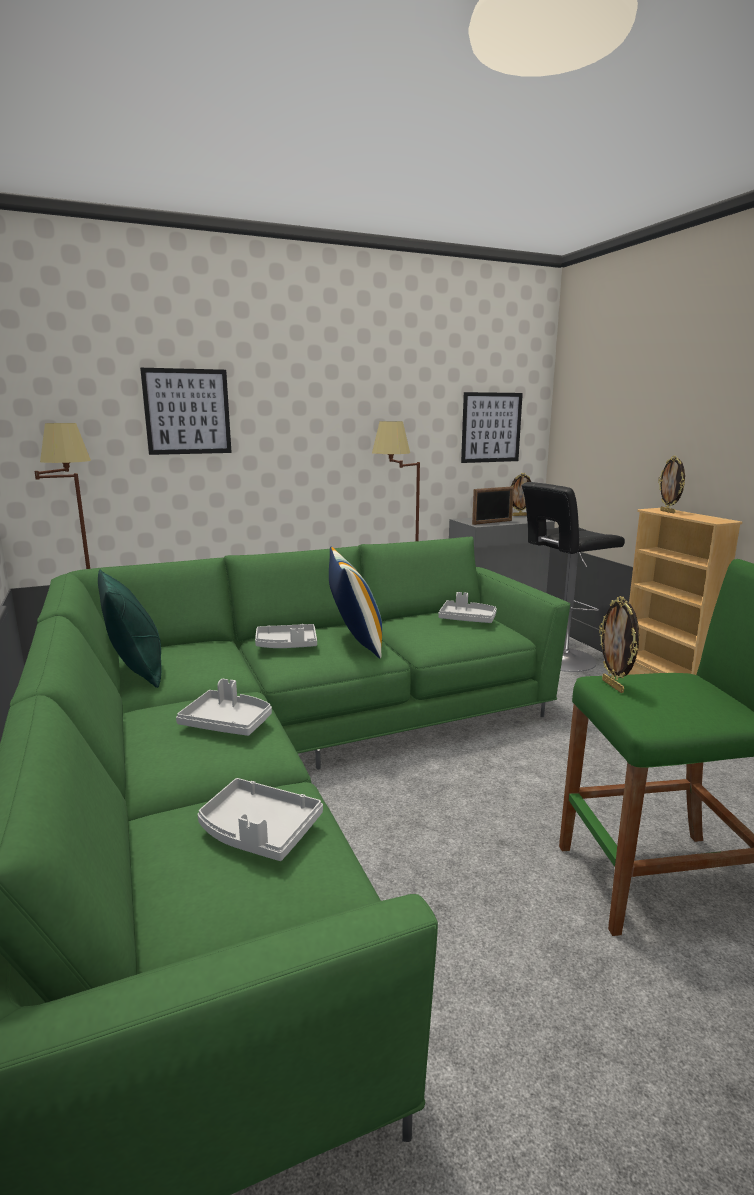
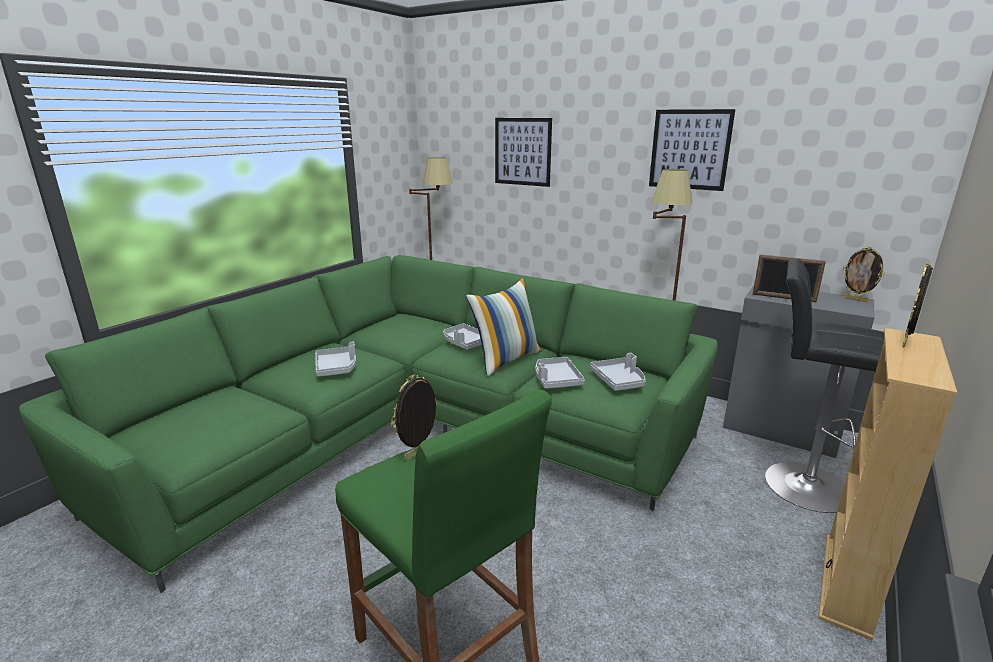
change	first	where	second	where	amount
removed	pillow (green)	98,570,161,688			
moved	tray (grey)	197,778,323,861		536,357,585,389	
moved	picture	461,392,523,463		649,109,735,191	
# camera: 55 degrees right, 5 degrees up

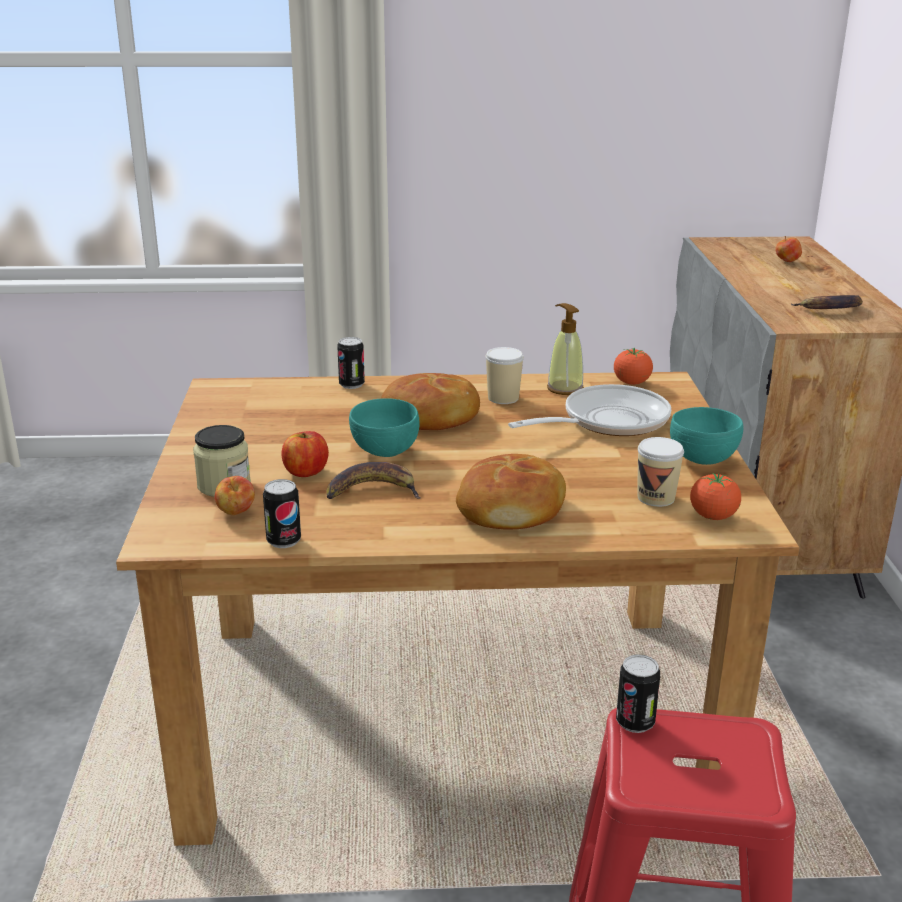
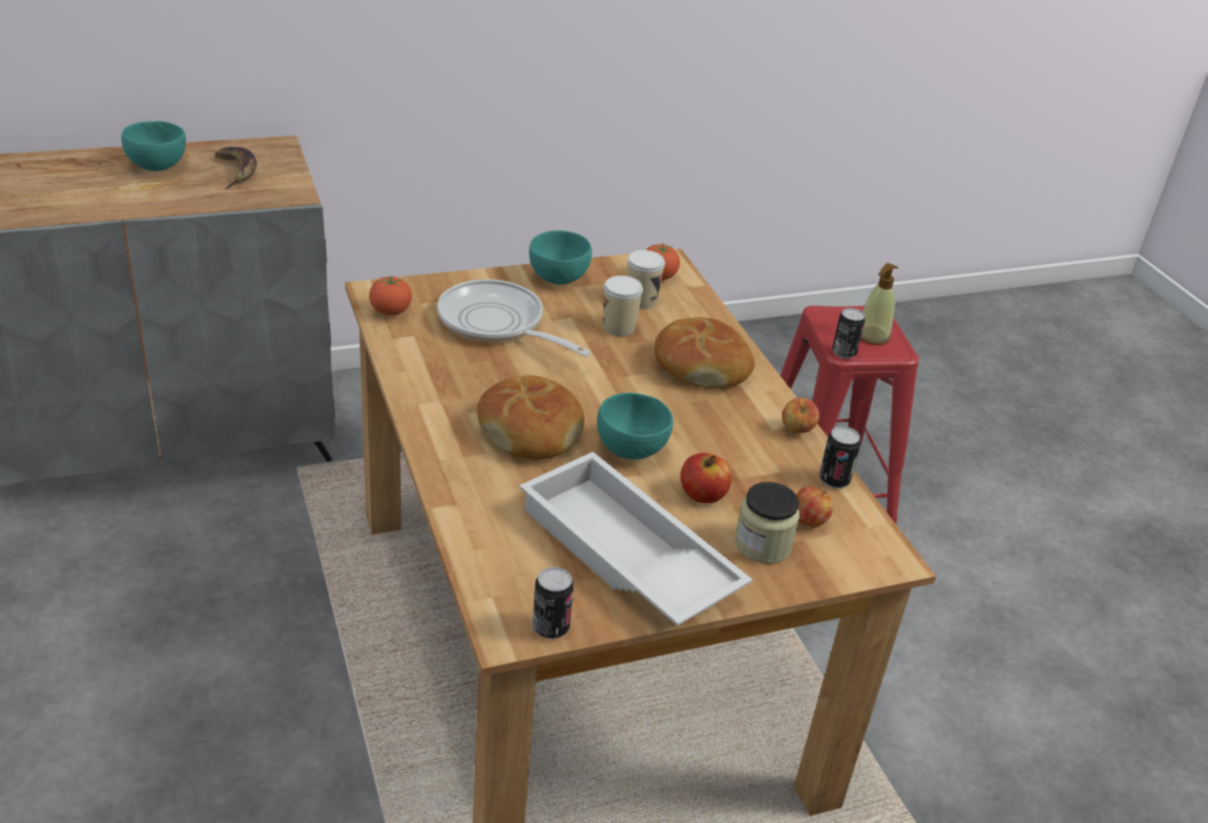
change	first	where	second	where	amount
removed	banana	326,462,421,499			
added			bowl (turquoise)	121,121,186,171	
added			tray (white)	519,452,753,626	
moved	can	337,337,365,389		532,567,574,639	
moved	cup	486,347,524,404		603,276,643,336	
moved	soap dispenser	547,303,584,395		861,263,898,345	
moved	apple	775,236,802,262		782,398,819,433	
# camera: 110 degrees left, 10 degrees up

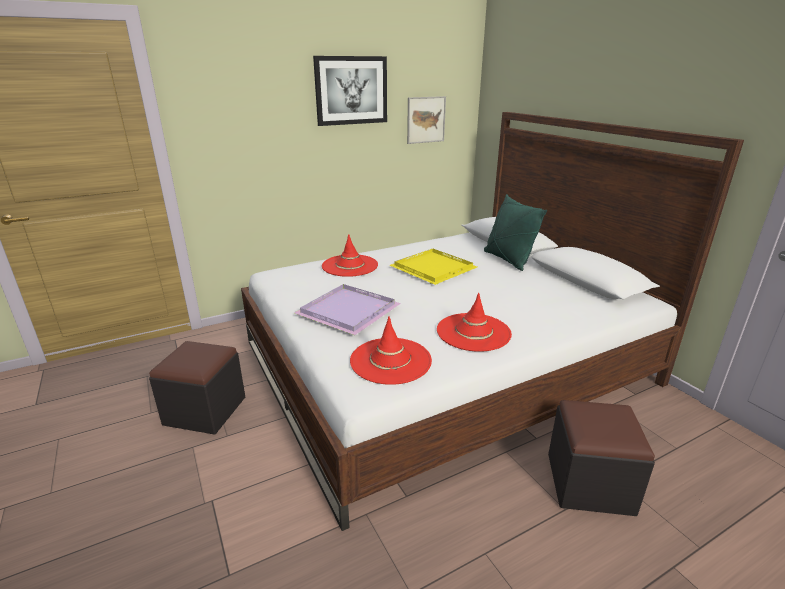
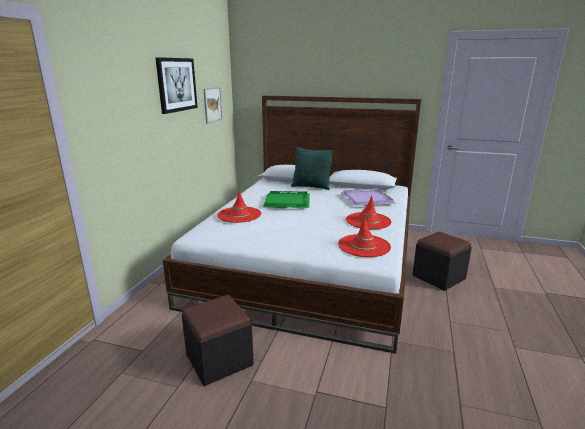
change	first	where	second	where	amount
moved	tray (purple)	294,284,401,335		340,188,396,206	
recoloured	tray (yellow)	390,249,477,285	tray (green)	263,191,310,209	
# camera: 45 degrees left, 5 degrees down

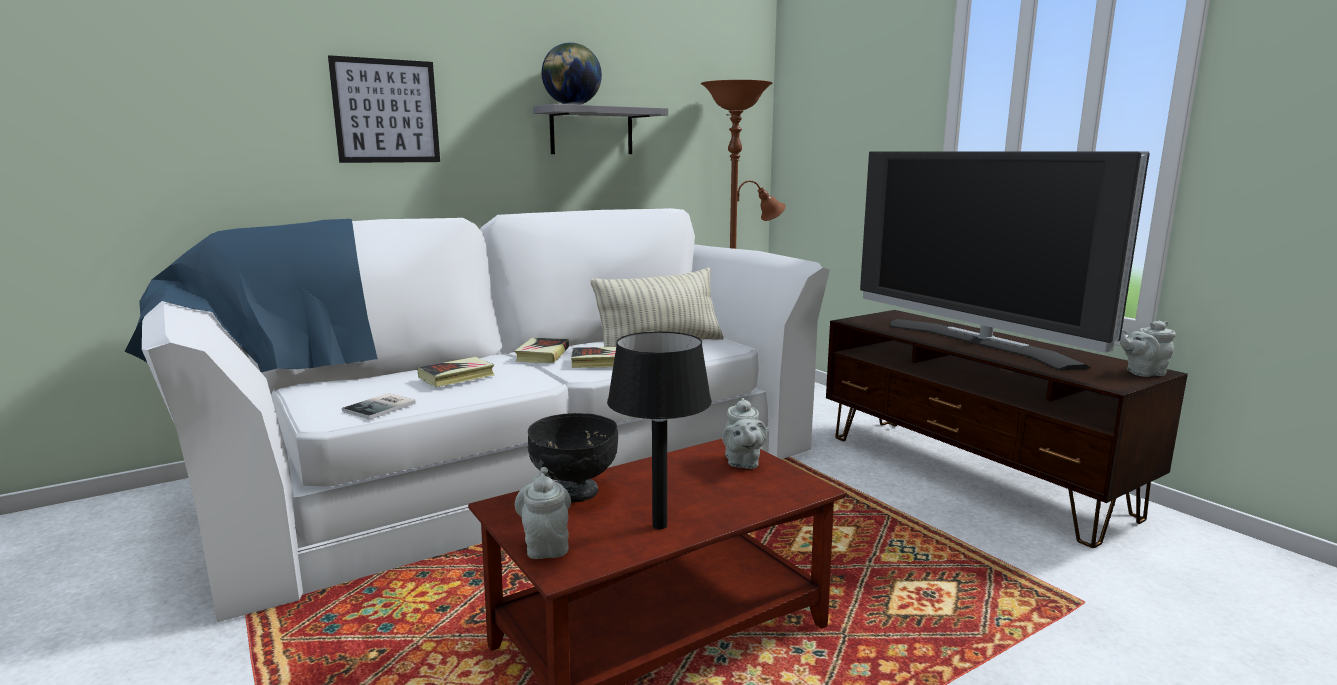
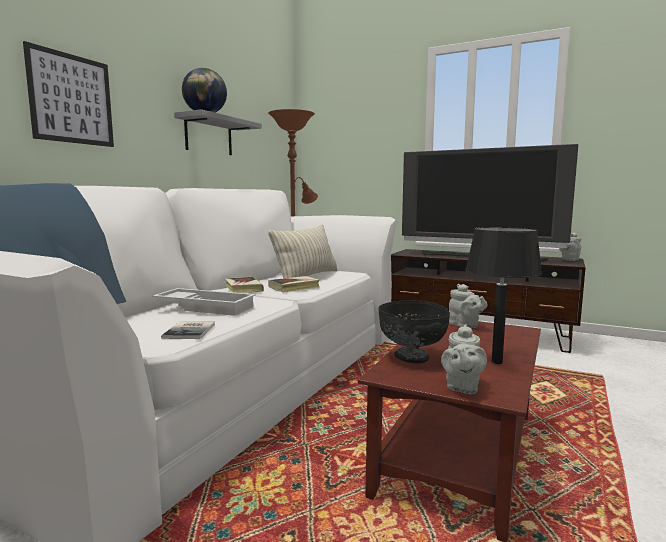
change	first	where	second	where	amount
replaced	book	418,357,495,387	tray (white)	152,288,256,316	
turned	teapot (grey)	515,467,571,559		441,324,487,394	120 degrees counterclockwise
# camera: 30 degrees left, 5 degrees down

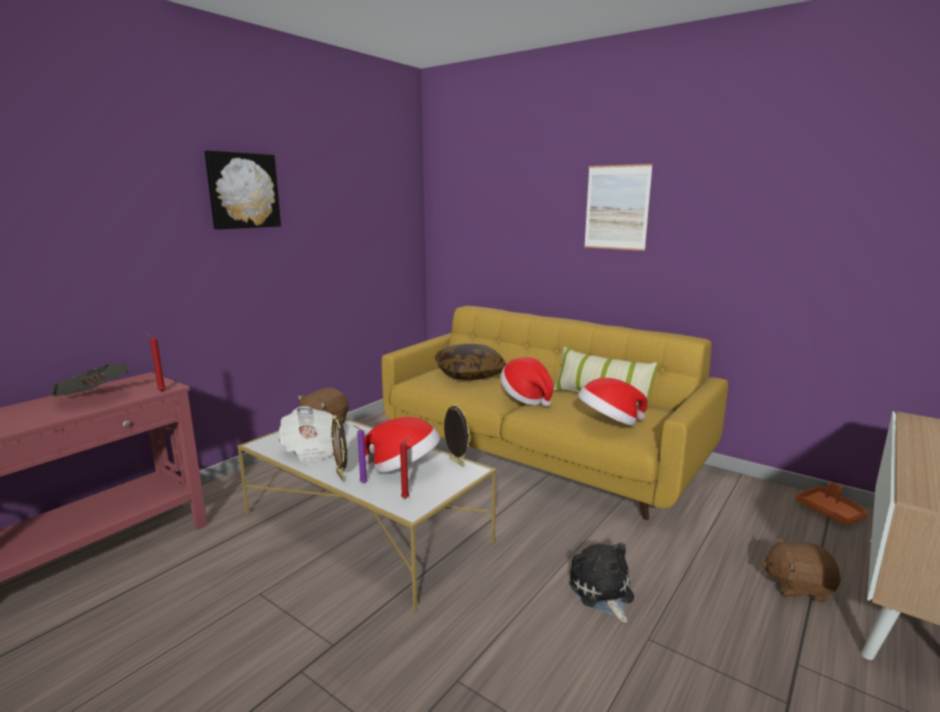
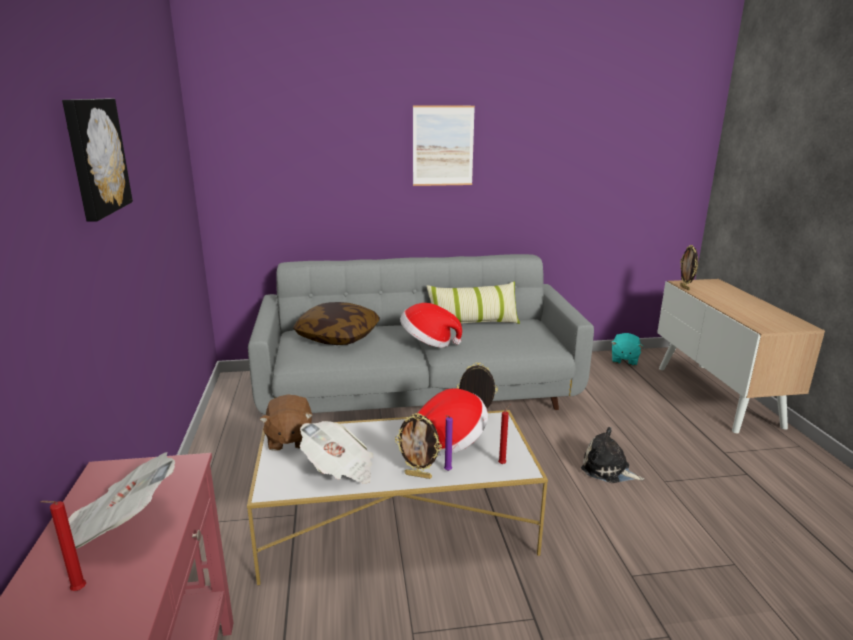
change	first	where	second	where	amount
removed	hat	578,378,648,426			
removed	plush toy (brown)	761,537,841,603			
added			picture frame	680,245,698,291	
moved	candle (red)	146,333,166,391		40,501,86,591	
replaced	tray (orange)	795,482,868,526	plush toy (turquoise)	611,333,644,366	
recoloured	sofa (yellow)	382,306,728,520	sofa (grey)	248,254,594,415	
# camera: 45 degrees left, 5 degrees up

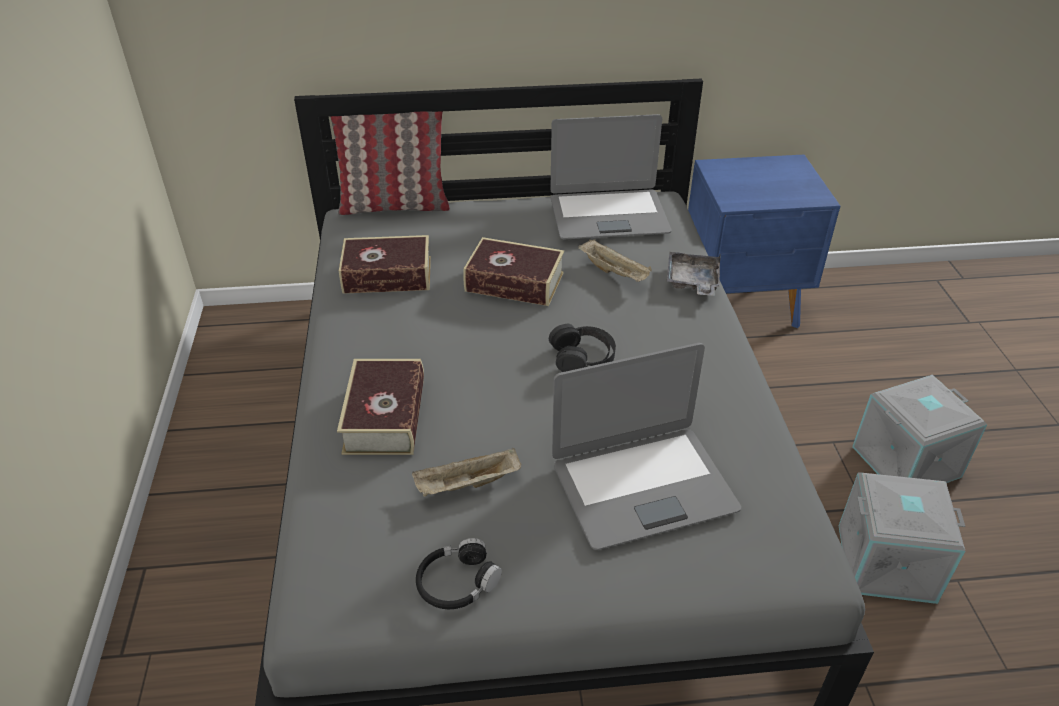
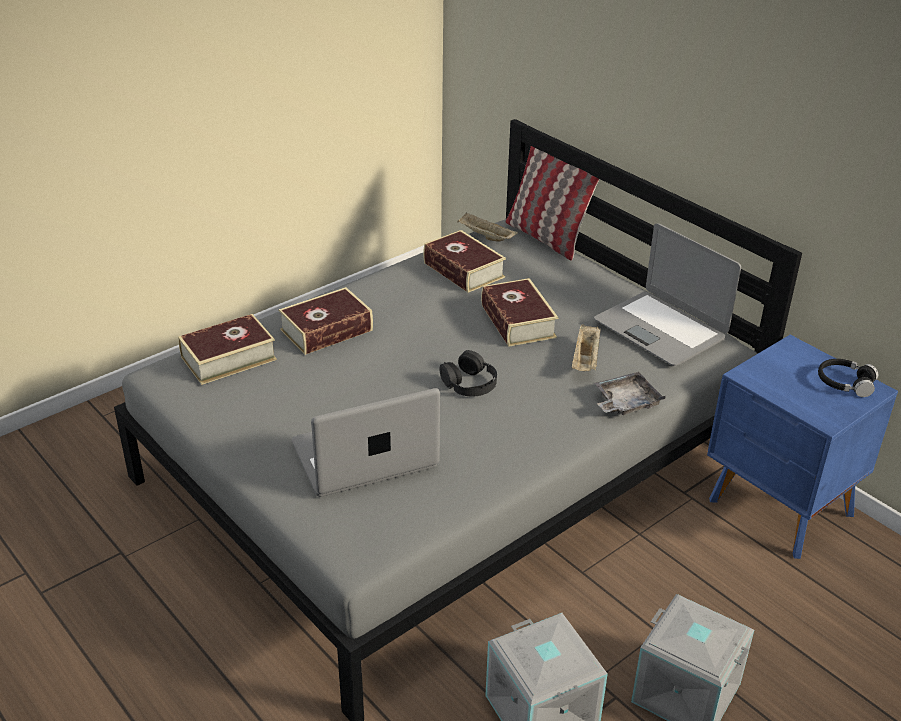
change	first	where	second	where	amount
added			book	178,314,277,385	
moved	tray (beige)	412,447,521,497		457,213,518,242	
moved	headphones (black)	416,538,502,609		818,359,878,397	
turned	laptop	552,343,741,550		292,388,440,497	120 degrees clockwise
# camera: 55 degrees right, 5 degrees down

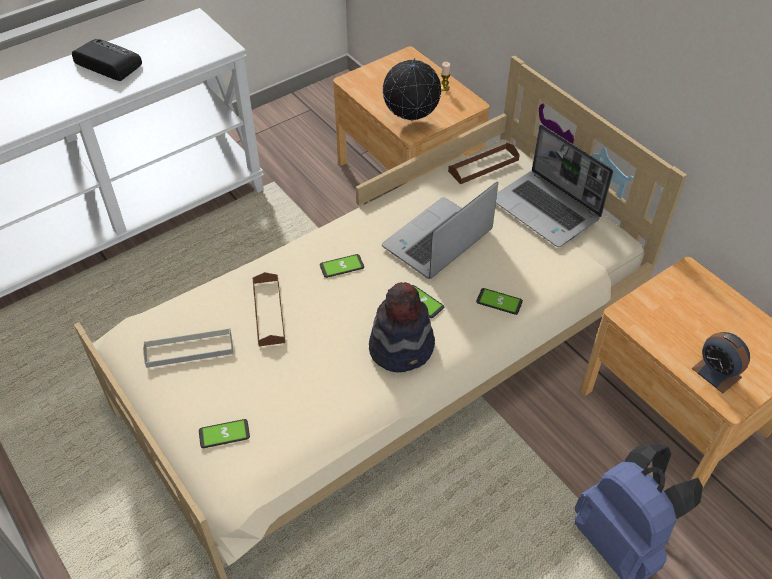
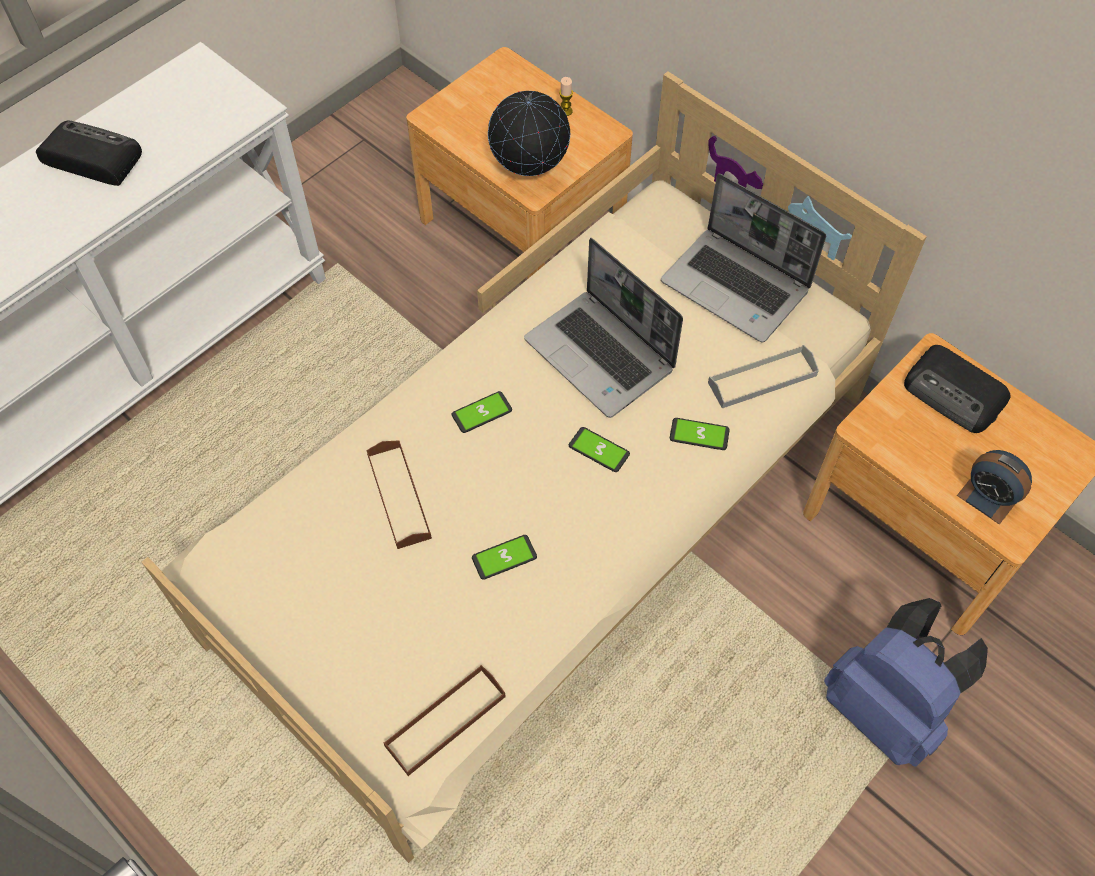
change	first	where	second	where	amount
removed	hat	369,282,435,373			
added			radio	904,345,1011,433	
moved	tray (grey)	143,328,233,368		708,345,819,408	
moved	phone	199,419,250,448		472,535,537,580	
moved	tray (brown)	448,143,520,184		384,665,506,776	
turned	laptop	382,182,498,279		524,238,683,418	75 degrees counterclockwise
# camera: 10 degrees left, 10 degrees up

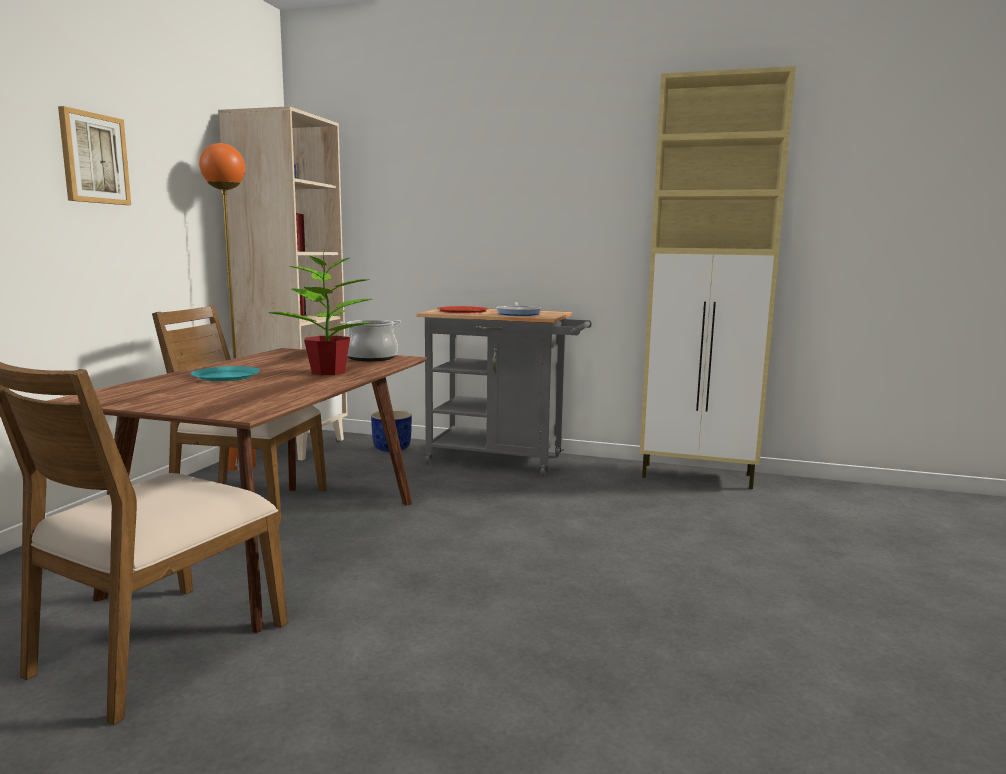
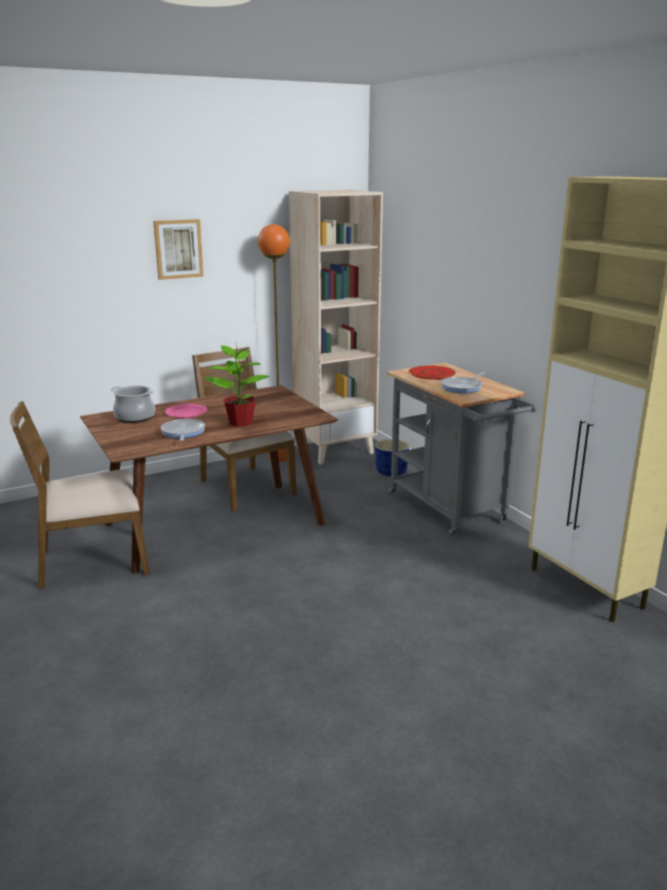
change	first	where	second	where	amount
added			frying pan	161,419,205,441	
moved	cooking pot	340,320,401,361		111,385,155,423	
recoloured	plate (turquoise)	191,366,260,381	plate (pink)	165,404,207,418	
# camera: 45 degrees right, 10 degrees up

